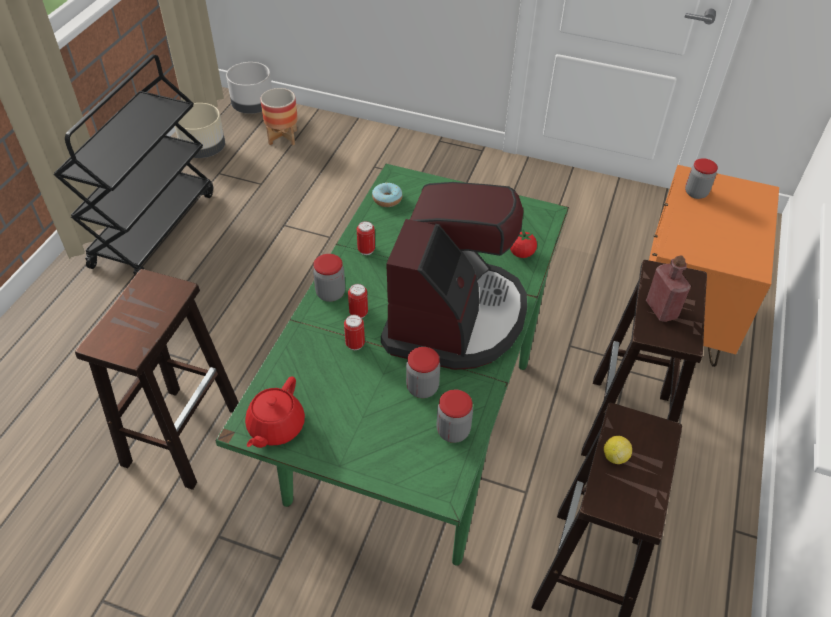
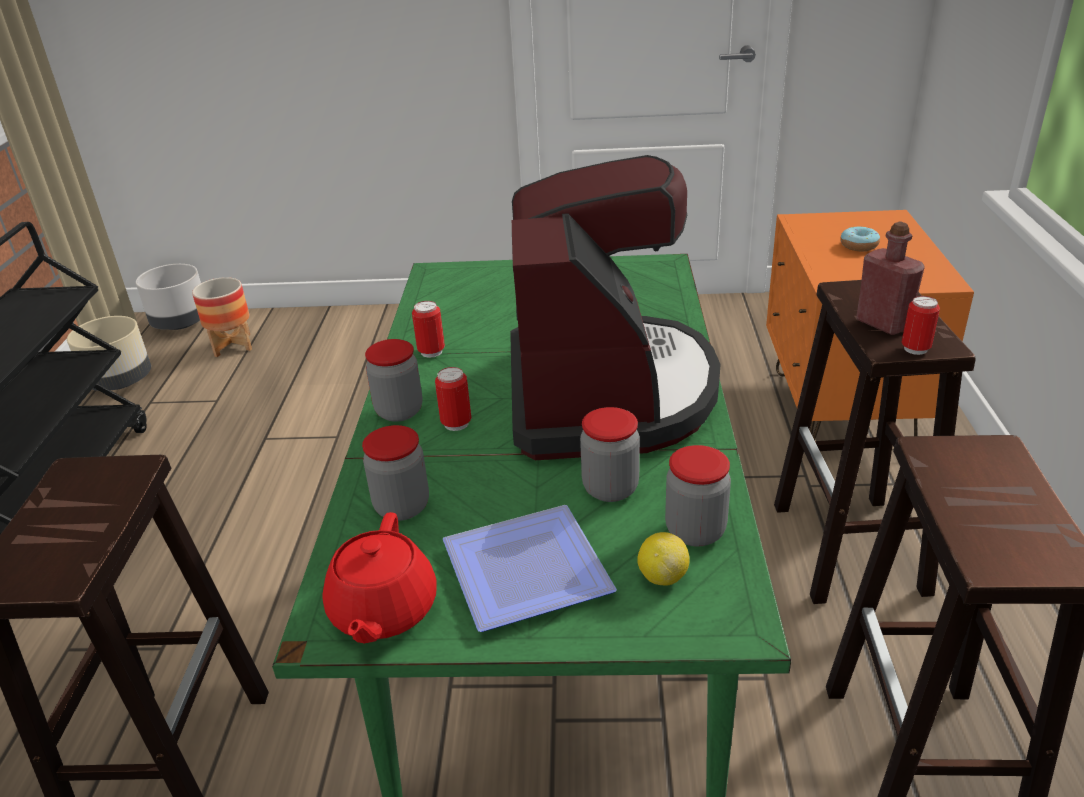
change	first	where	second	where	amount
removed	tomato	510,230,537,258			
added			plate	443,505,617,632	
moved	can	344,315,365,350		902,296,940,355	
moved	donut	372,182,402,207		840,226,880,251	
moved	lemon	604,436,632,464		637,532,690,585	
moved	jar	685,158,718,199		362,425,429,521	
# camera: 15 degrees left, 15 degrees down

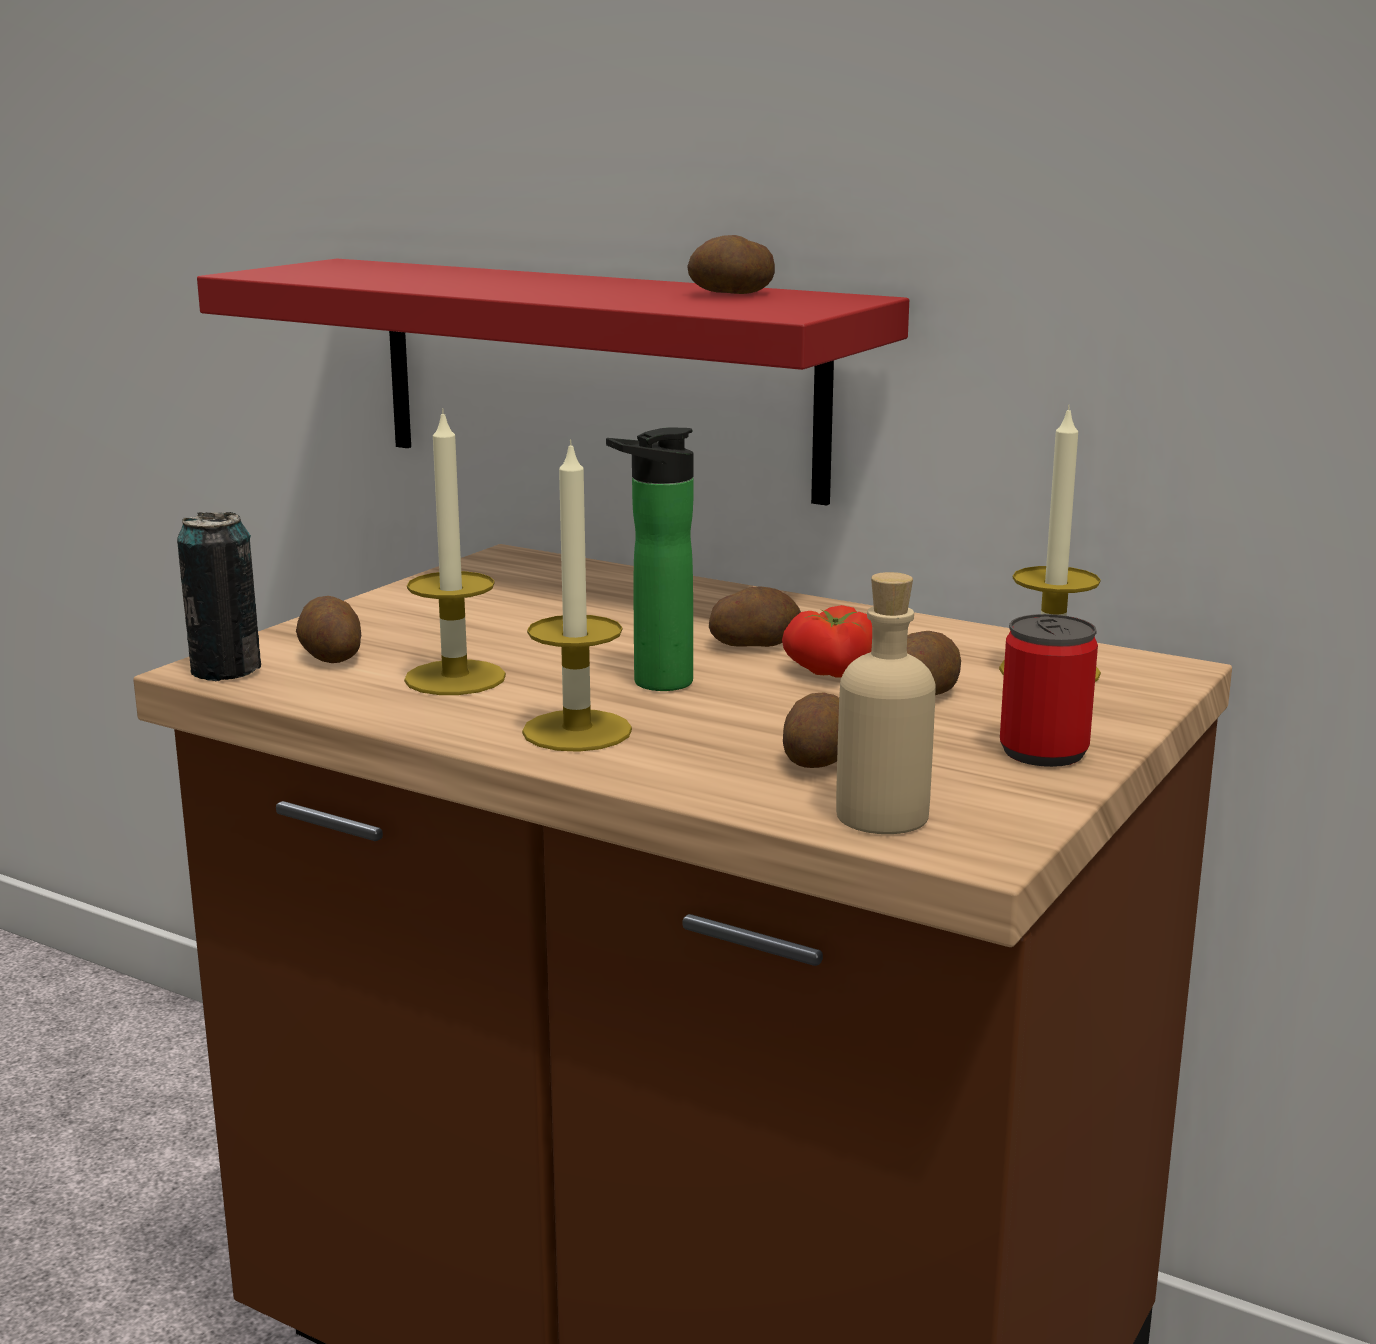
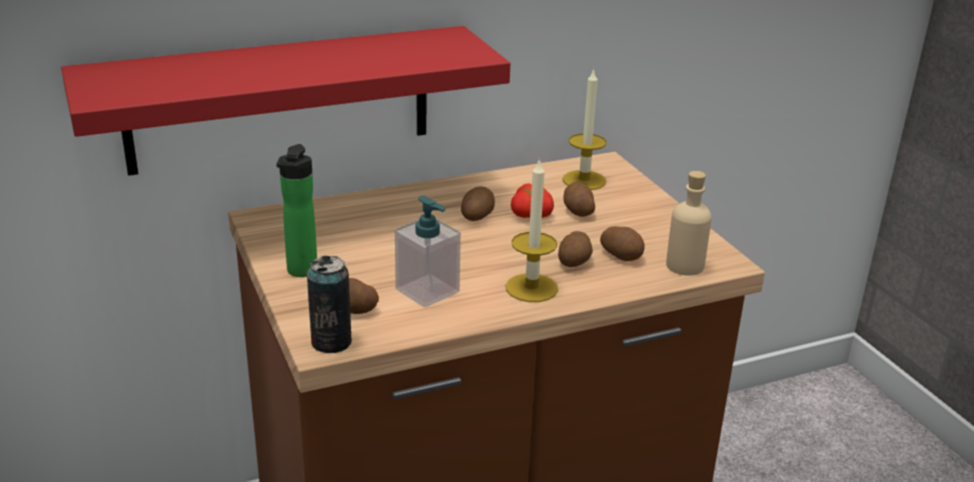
change	first	where	second	where	amount
removed	can	1000,614,1098,767			
moved	bottle	606,427,694,691		276,144,317,277	
moved	potato	687,235,775,294		558,231,593,267	
replaced	candle	404,408,506,695	soap dispenser	395,195,461,308	
# camera: 55 degrees left, 10 degrees up

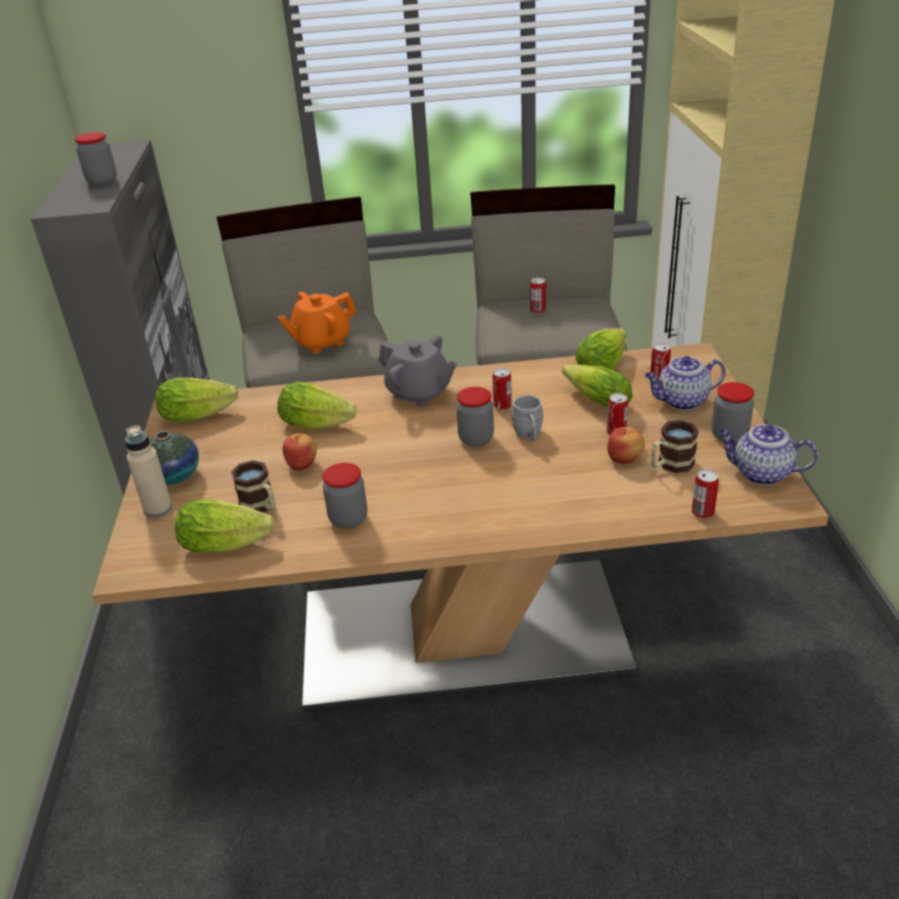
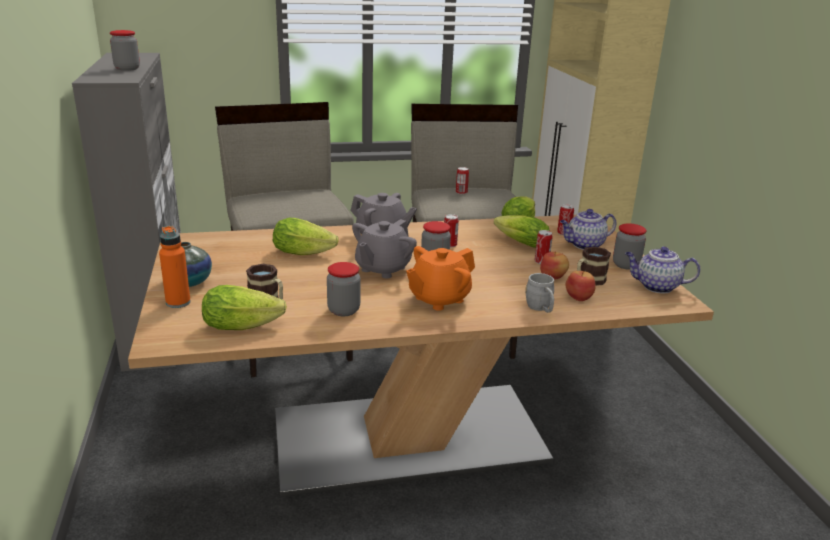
change	first	where	second	where	amount
removed	lettuce	155,378,238,422			
removed	can	692,469,719,519			
added			teapot (grey)	352,219,417,279	
moved	teapot (orange)	277,292,357,354		406,246,475,311	
moved	apple	283,433,317,471		566,271,596,301	
moved	mug (grey)	511,395,543,442		525,273,554,313	
recoloured	bottle (beige)	125,425,172,517	bottle (orange)	159,226,191,308	
# camera: 10 degrees left, 10 degrees down

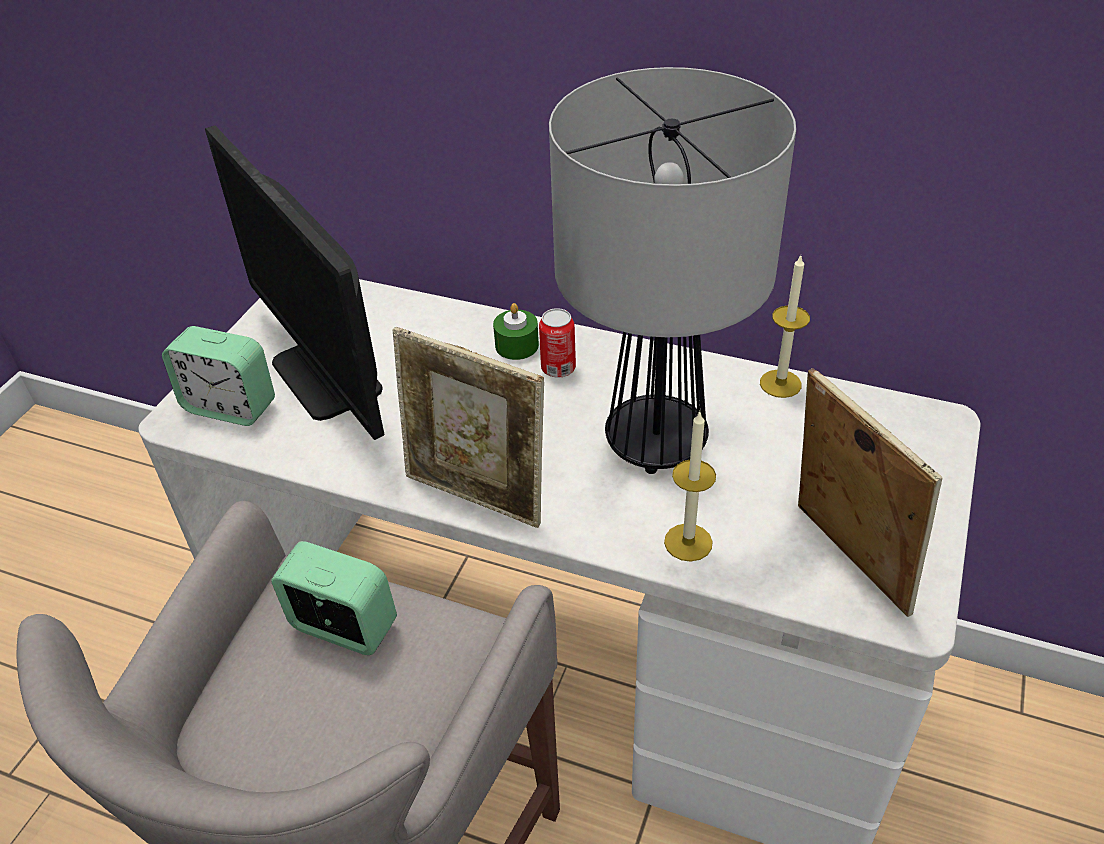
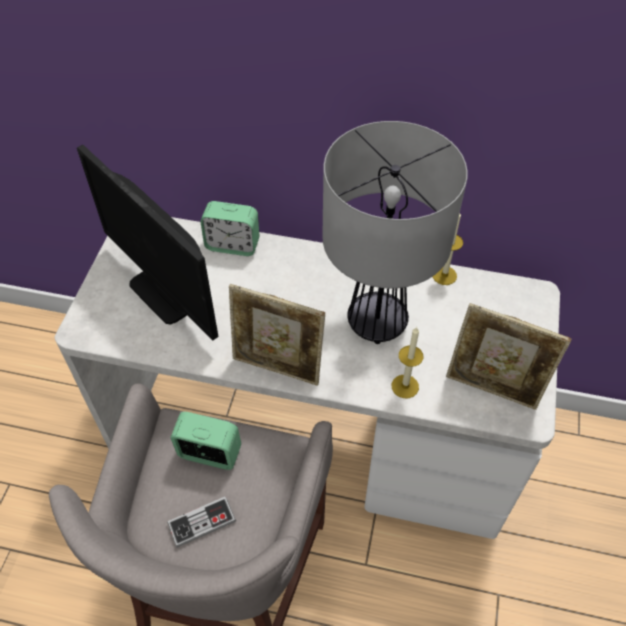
change	first	where	second	where	amount
removed	candle (green)	493,303,539,360			
removed	can	539,308,576,378			
added			game controller	167,496,236,548	
moved	alarm clock	162,326,275,426		200,201,260,256	
turned	picture frame	798,368,942,617		446,303,571,410	150 degrees clockwise
# camera: 10 degrees left, 10 degrees up

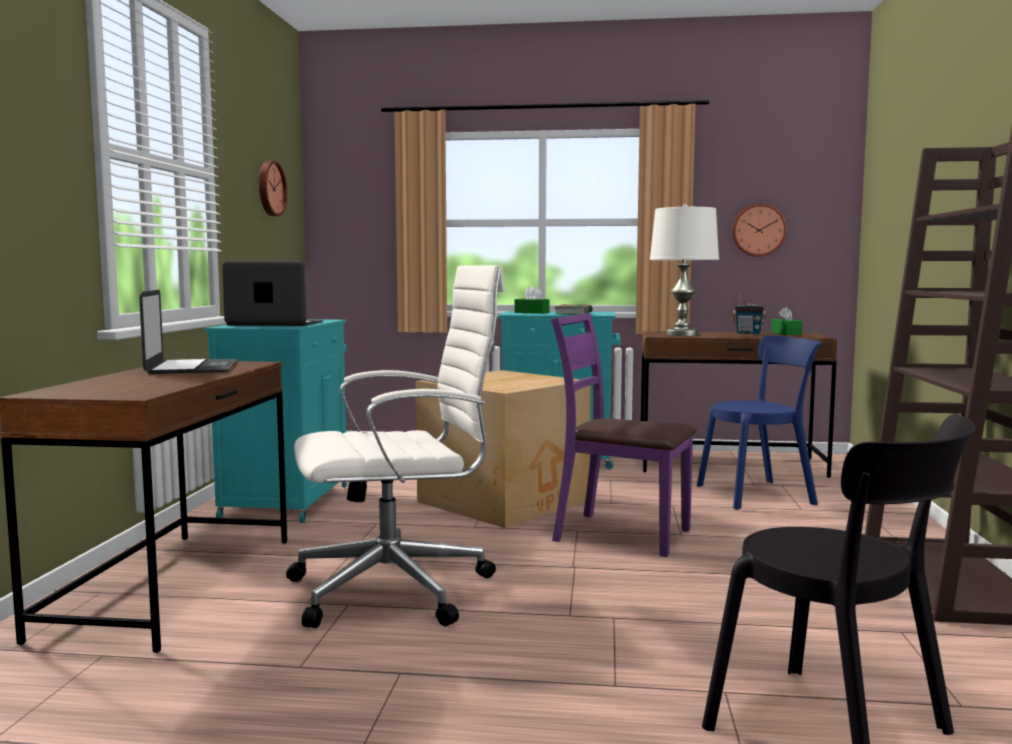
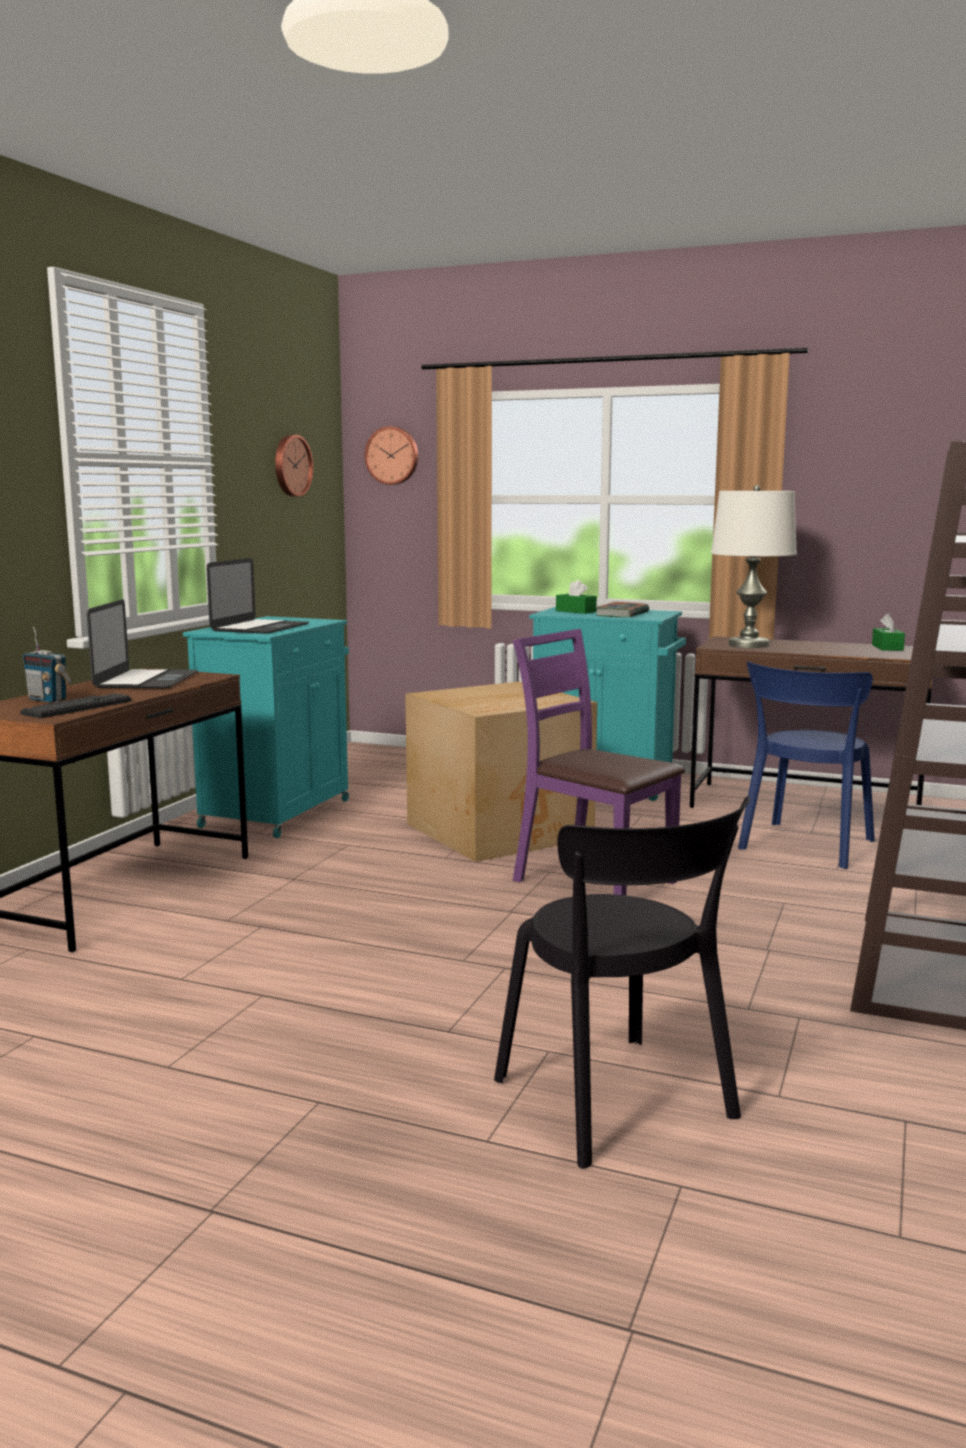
change	first	where	second	where	amount
removed	office chair (white)	286,265,505,628			
added			keyboard	20,693,131,718	
moved	wall clock	732,204,787,257		365,426,418,485	
moved	radio	733,291,766,334		23,627,73,702	
turned	laptop	222,261,323,326		206,558,309,634	90 degrees clockwise
turned	chair (blue)	697,335,822,510		738,662,875,869	120 degrees clockwise
# camera: 15 degrees right, 5 degrees up

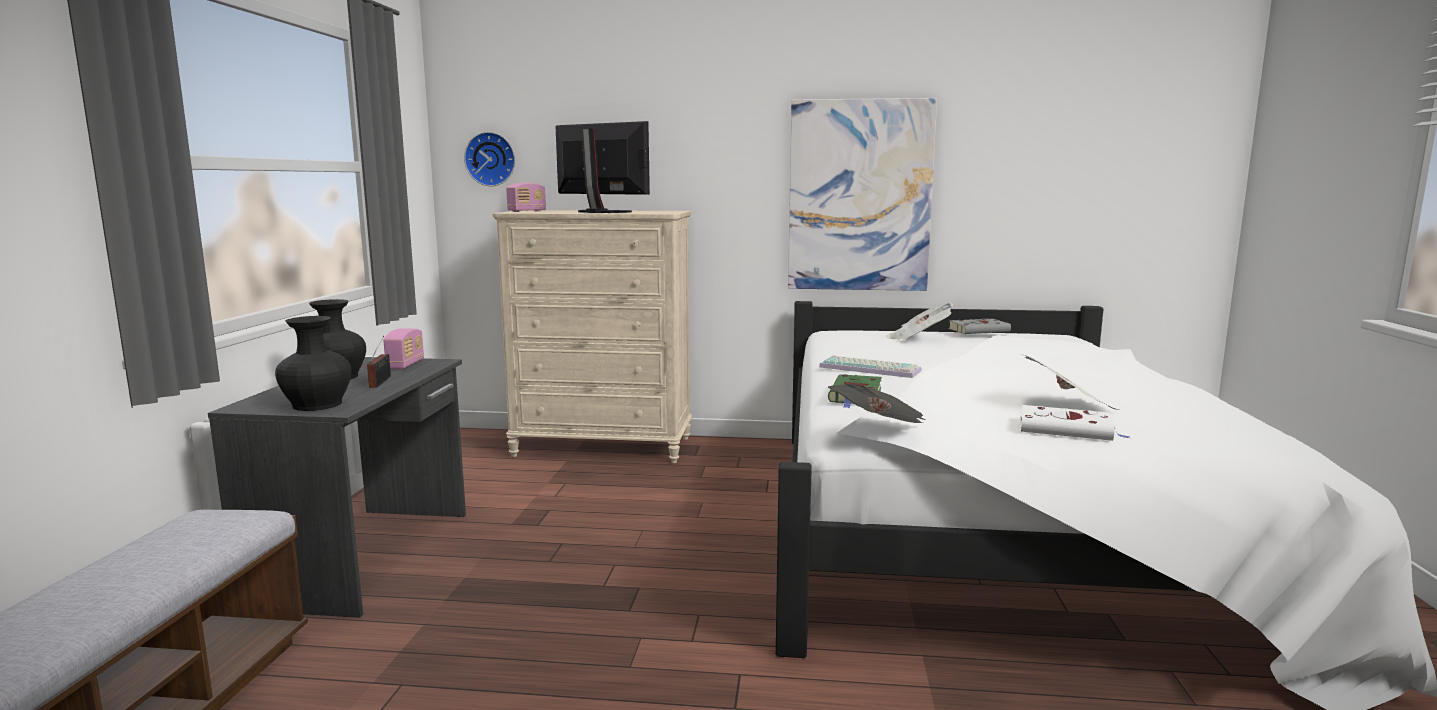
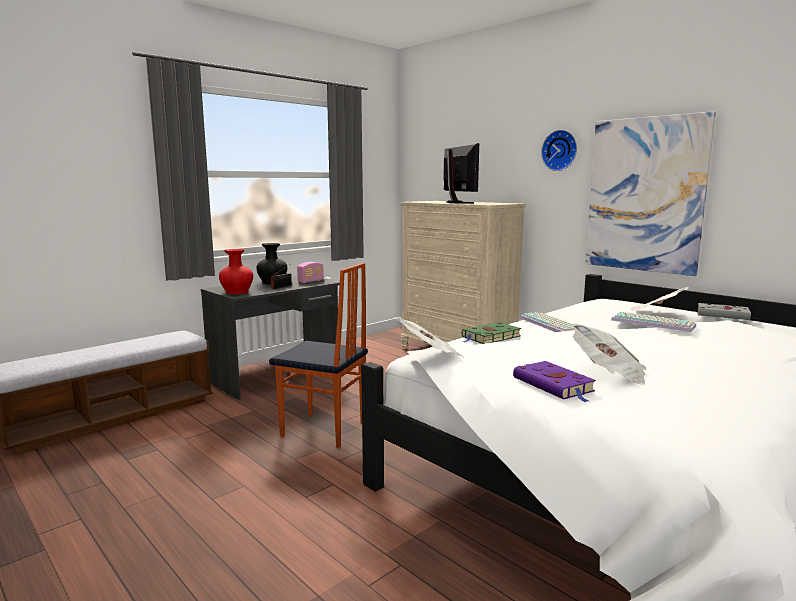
change	first	where	second	where	amount
removed	radio	506,183,546,212			
added			chair	269,263,368,448	
added			keyboard	611,312,696,332	
moved	wall clock	464,132,515,186		541,130,577,171	
recoloured	vase (black)	275,316,352,411	vase (red)	219,249,253,294	
recoloured	book (white)	1020,405,1130,441	book (purple)	513,361,596,402	
# camera: 40 degrees right, 0 degrees up

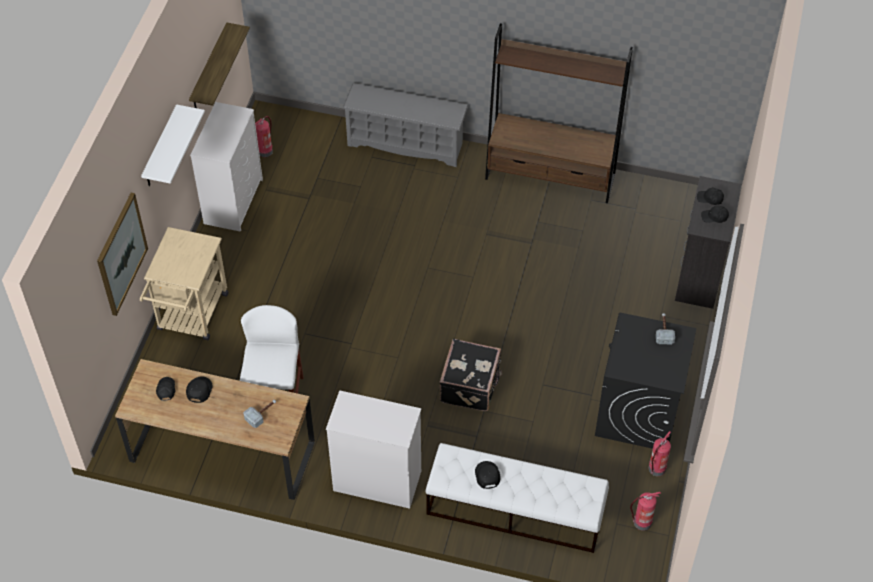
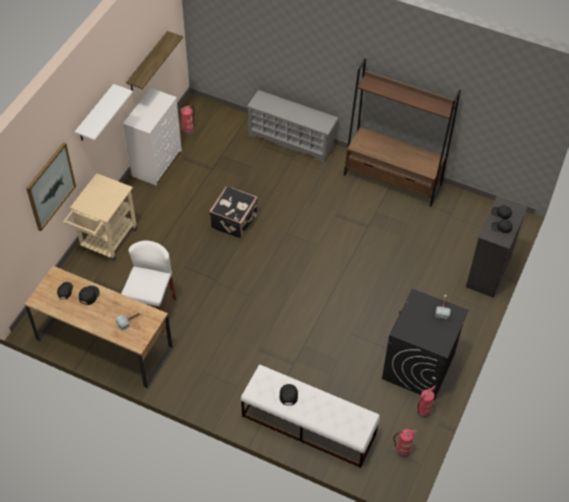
change	first	where	second	where	amount
removed	dresser (white)	326,390,421,509			
moved	suitcase (black)	440,339,502,411		209,185,258,239	
# camera: 10 degrees right, 0 degrees up

